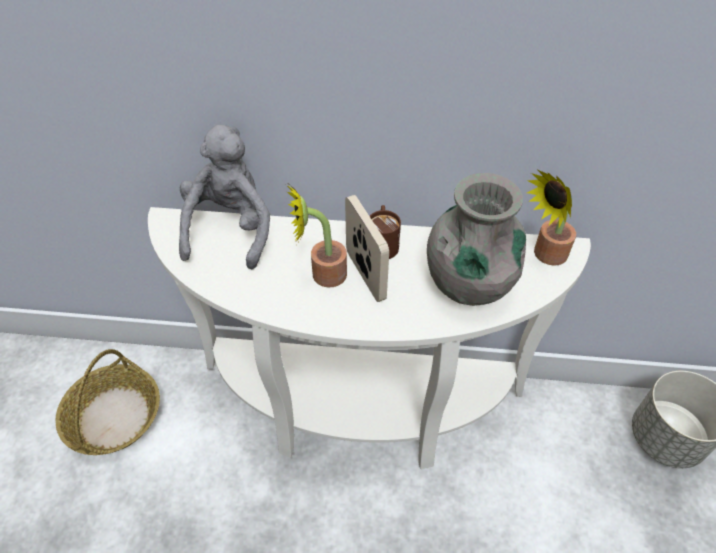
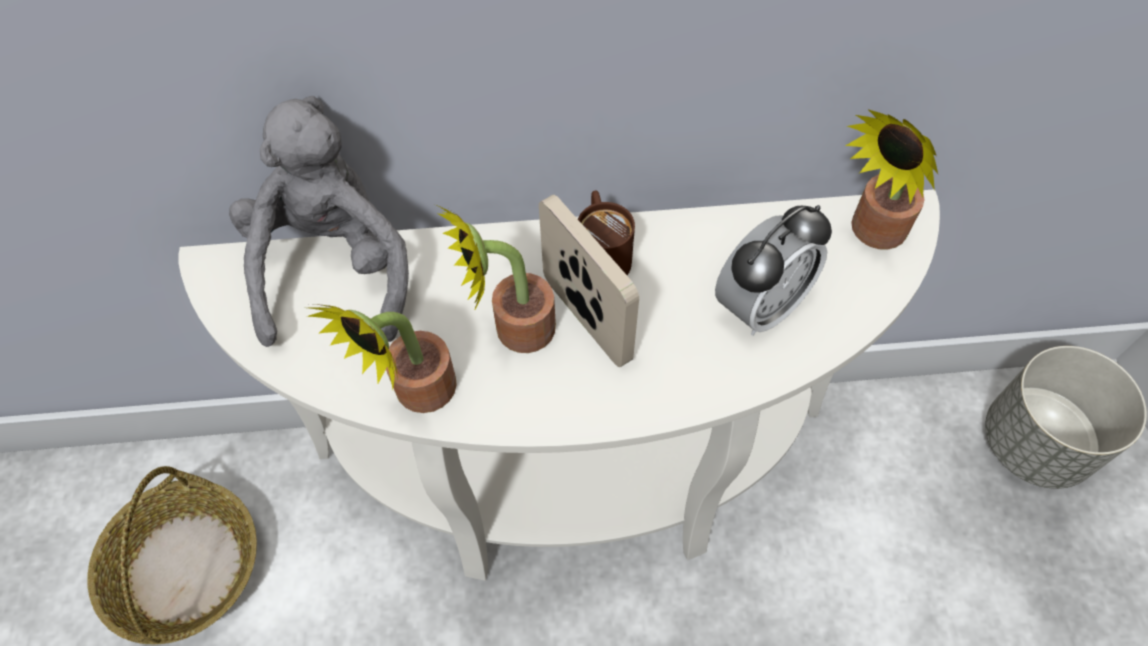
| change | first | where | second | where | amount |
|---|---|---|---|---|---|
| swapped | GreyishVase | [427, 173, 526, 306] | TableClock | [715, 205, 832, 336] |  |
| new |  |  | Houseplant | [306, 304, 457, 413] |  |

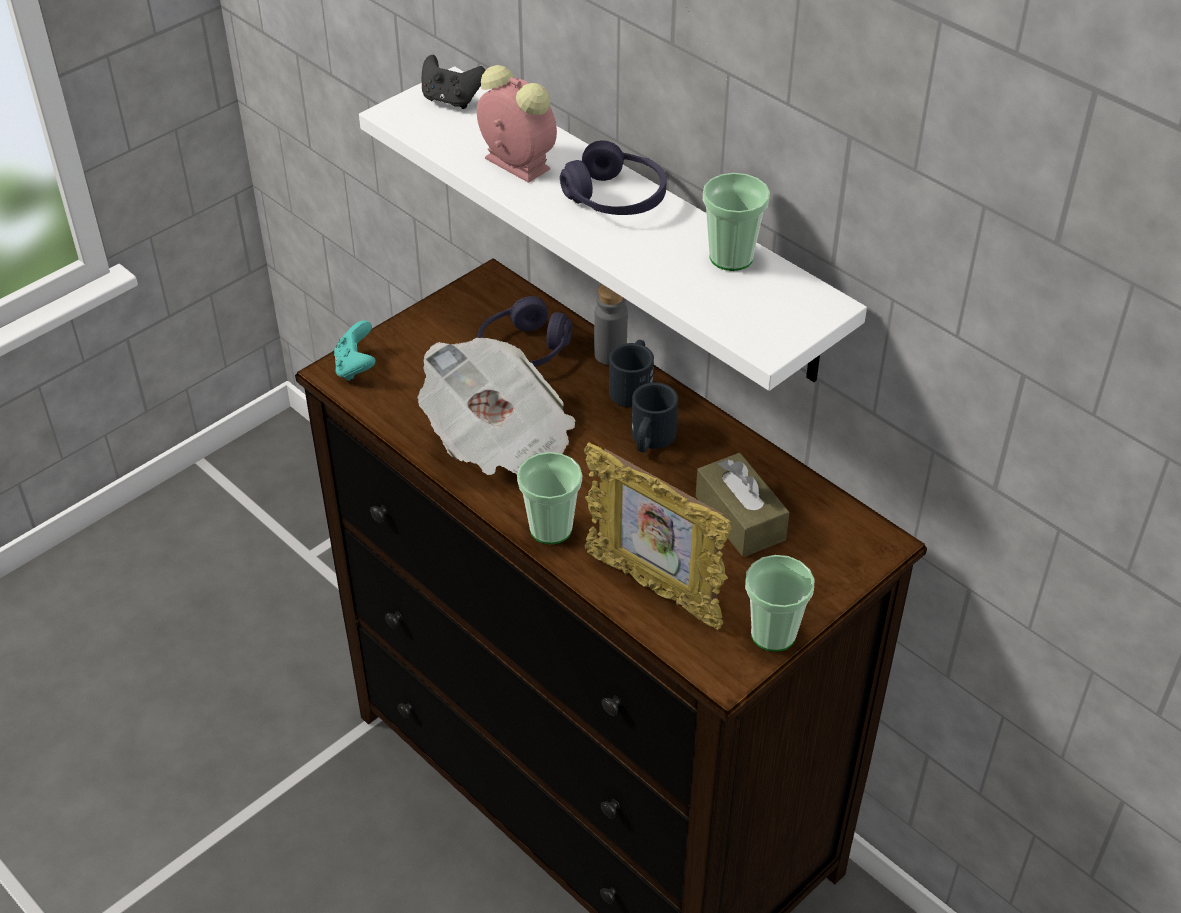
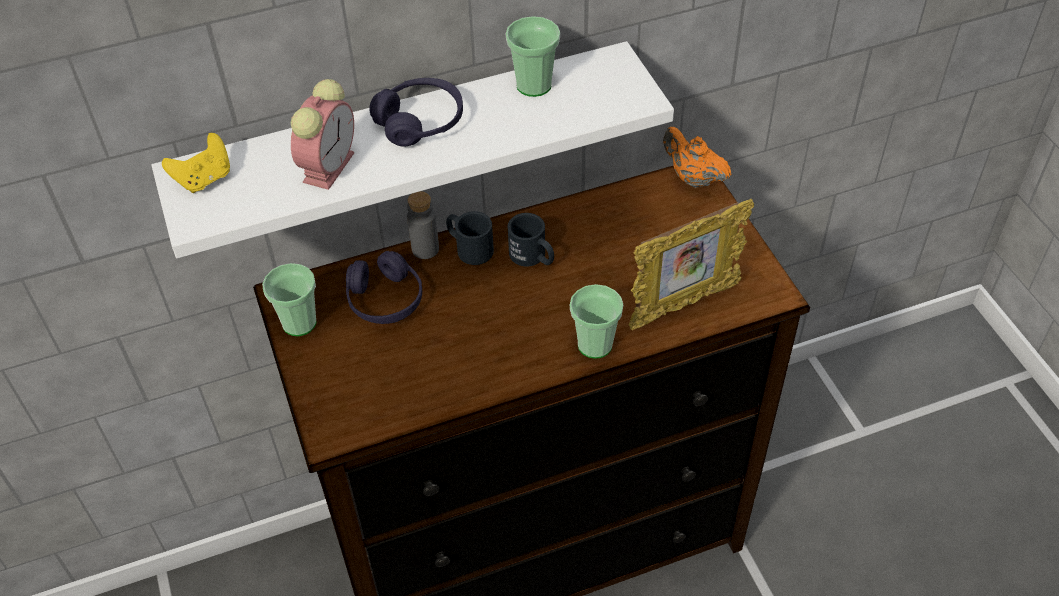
| change | first | where | second | where | amount |
|---|---|---|---|---|---|
| repainted | BlackColouredGameController | [422, 55, 486, 109] | YellowGameController | [162, 133, 230, 193] |  |
| rotated | TableClock | [477, 65, 557, 183] |  | [291, 79, 354, 190] | 135 degrees clockwise |
| gone | BlueGreenGameController | [334, 320, 376, 381] |  |  |  |
| gone | Newspaper | [417, 338, 576, 475] |  |  |  |
| gone | BrownColouredTissueBox | [696, 453, 789, 557] |  |  |  |
| shifted | Cup | [745, 555, 815, 652] |  | [262, 263, 317, 336] |  |
| new |  |  | OrangeTeaPot | [663, 127, 731, 188] |  |

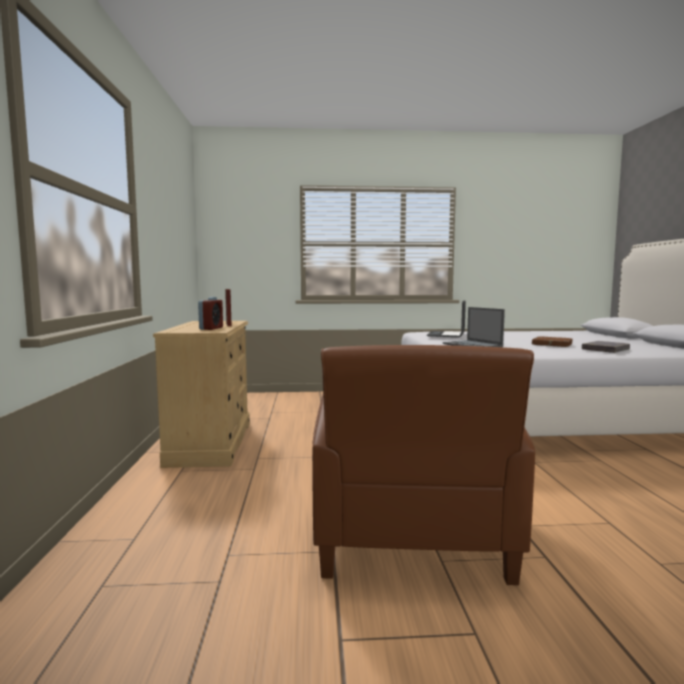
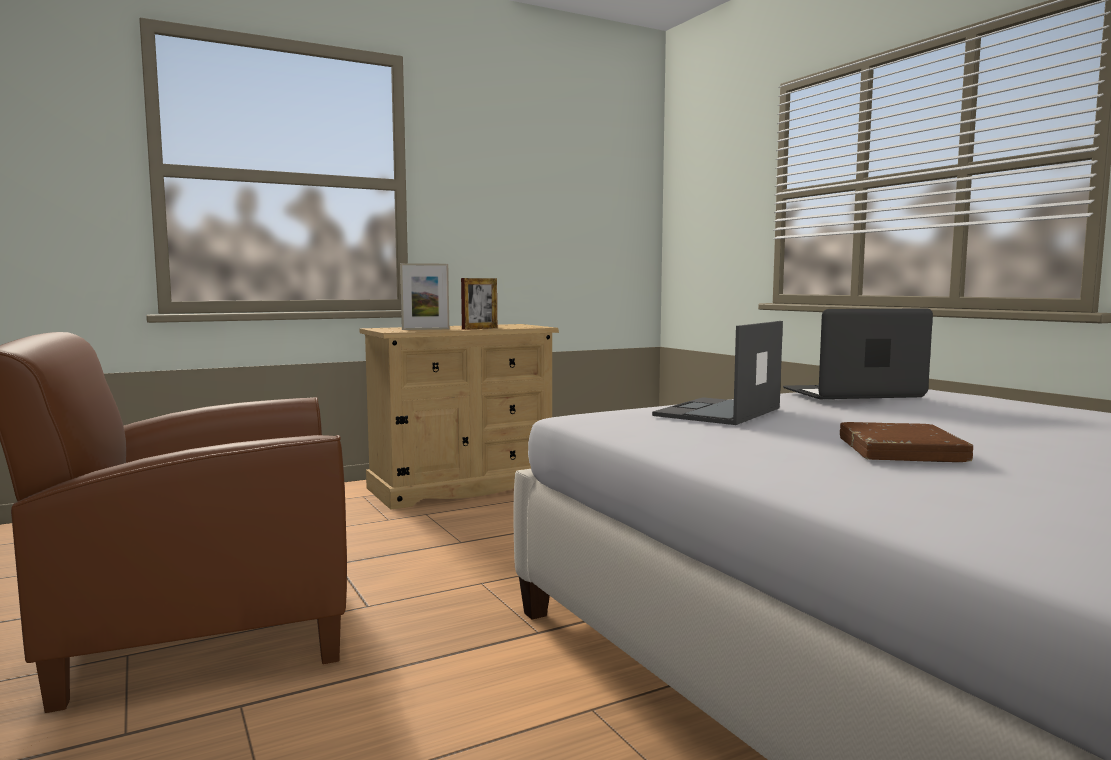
| change | first | where | second | where | amount |
|---|---|---|---|---|---|
| swapped | TableClock | [198, 297, 223, 330] | StandingFrame | [400, 263, 449, 330] |  |
| gone | GreyishBook | [582, 341, 630, 353] |  |  |  |

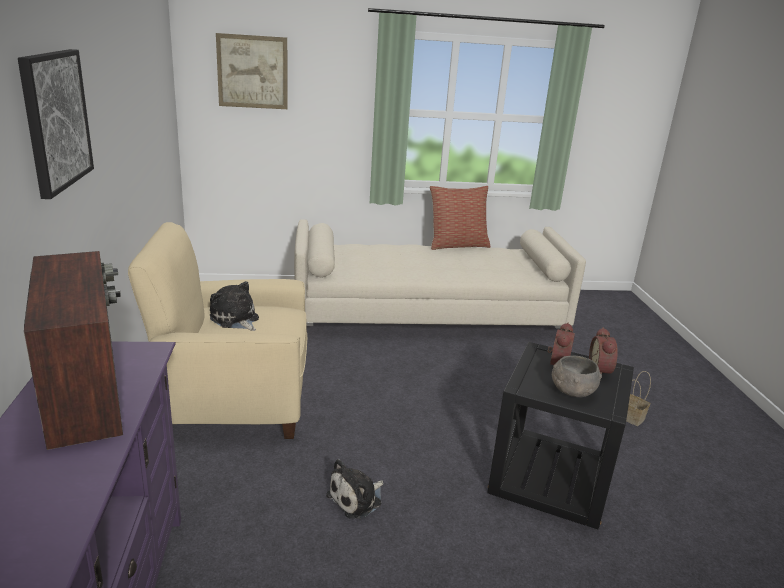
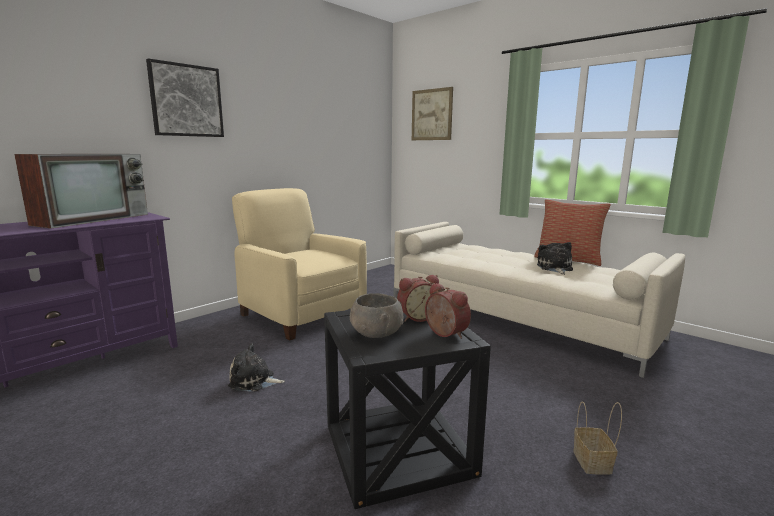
| change | first | where | second | where | amount |
|---|---|---|---|---|---|
| shifted | CuddlyToy | [210, 281, 259, 331] |  | [537, 242, 573, 275] |  |
| rotated | TableClock | [589, 327, 618, 374] |  | [425, 283, 471, 339] | 90 degrees clockwise |

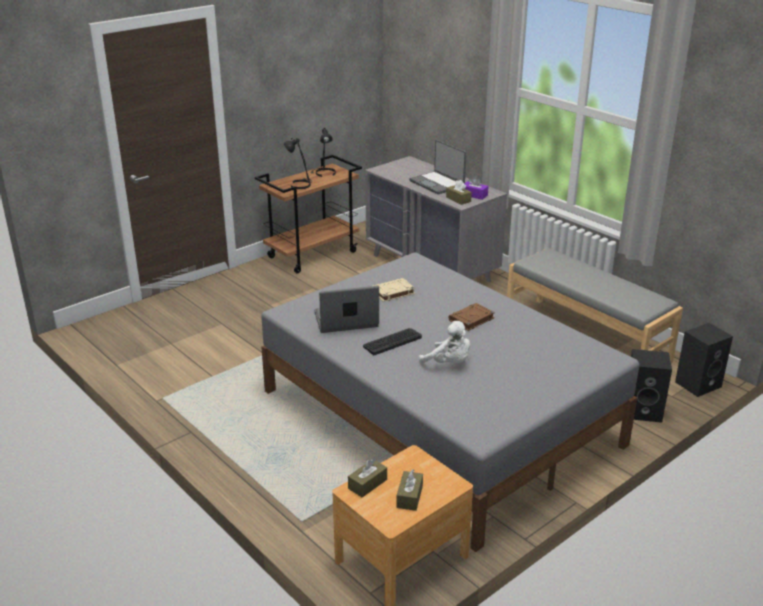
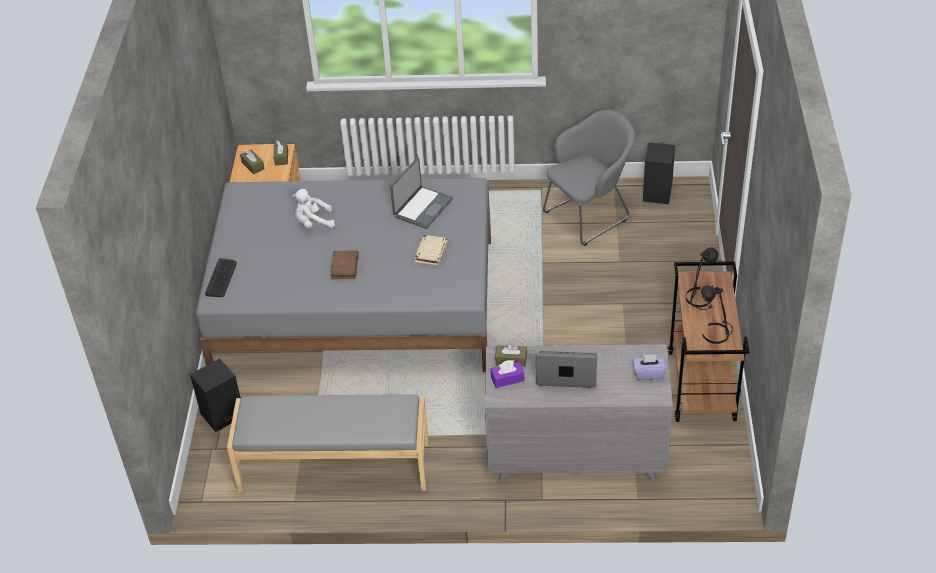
| change | first | where | second | where | amount |
|---|---|---|---|---|---|
| shifted | BlackColouredSpeaker | [675, 323, 733, 397] |  | [643, 142, 675, 204] |  |
| shifted | PcKeyboard | [363, 328, 422, 355] |  | [205, 258, 237, 297] |  |
| new |  |  | GreyishArmchair | [543, 109, 635, 246] |  |
| new |  |  | PurpleColouredTissueBox | [633, 355, 667, 380] |  |

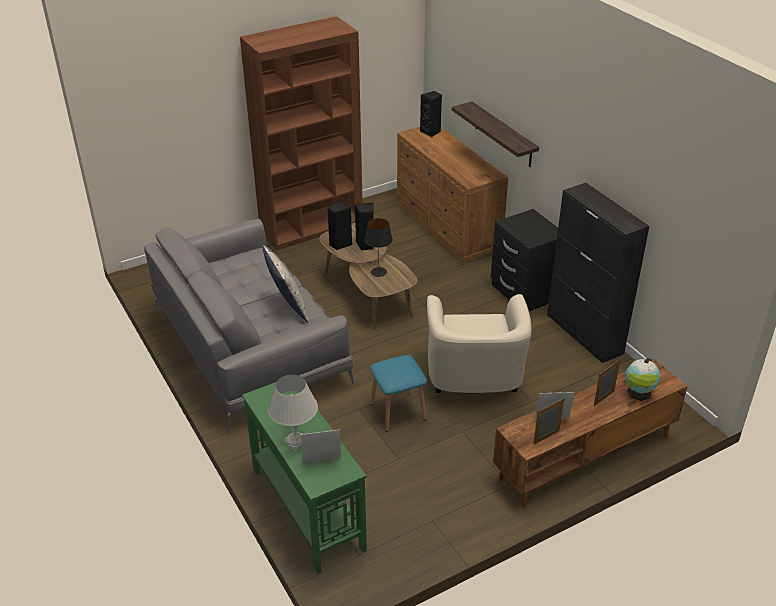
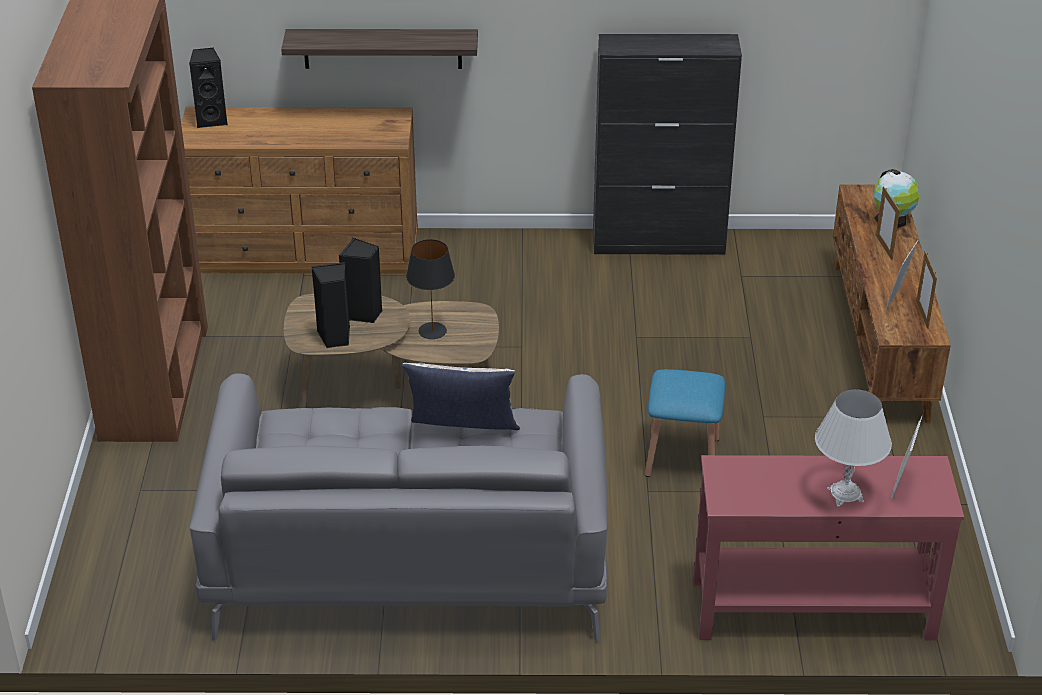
| change | first | where | second | where | amount |
|---|---|---|---|---|---|
| gone | BlackColouredNightstand | [491, 209, 558, 311] |  |  |  |
| gone | SandColouredArmchair | [427, 294, 532, 393] |  |  |  |
| repainted | GreenishConsoleTable | [242, 382, 367, 574] | RedConsoleTable | [694, 455, 964, 641] |  |

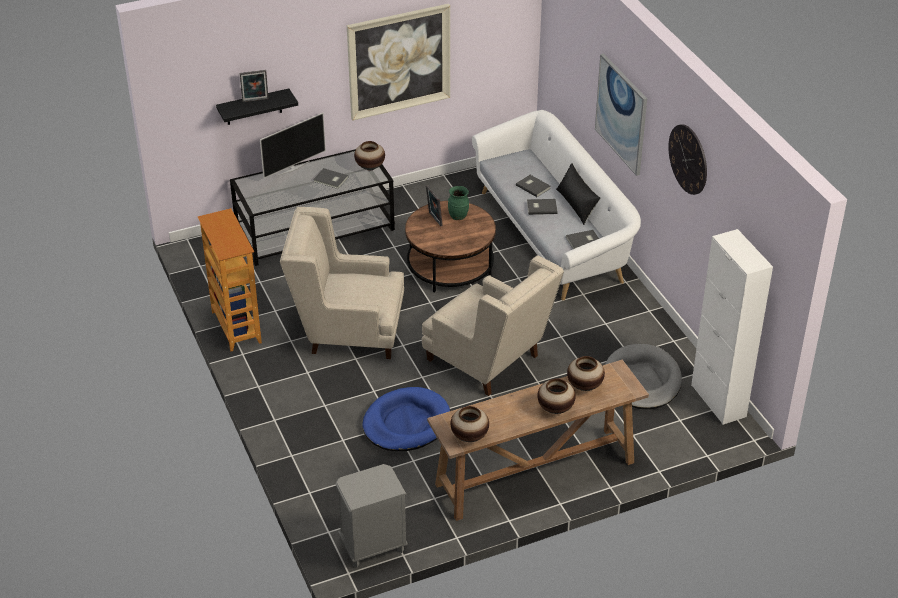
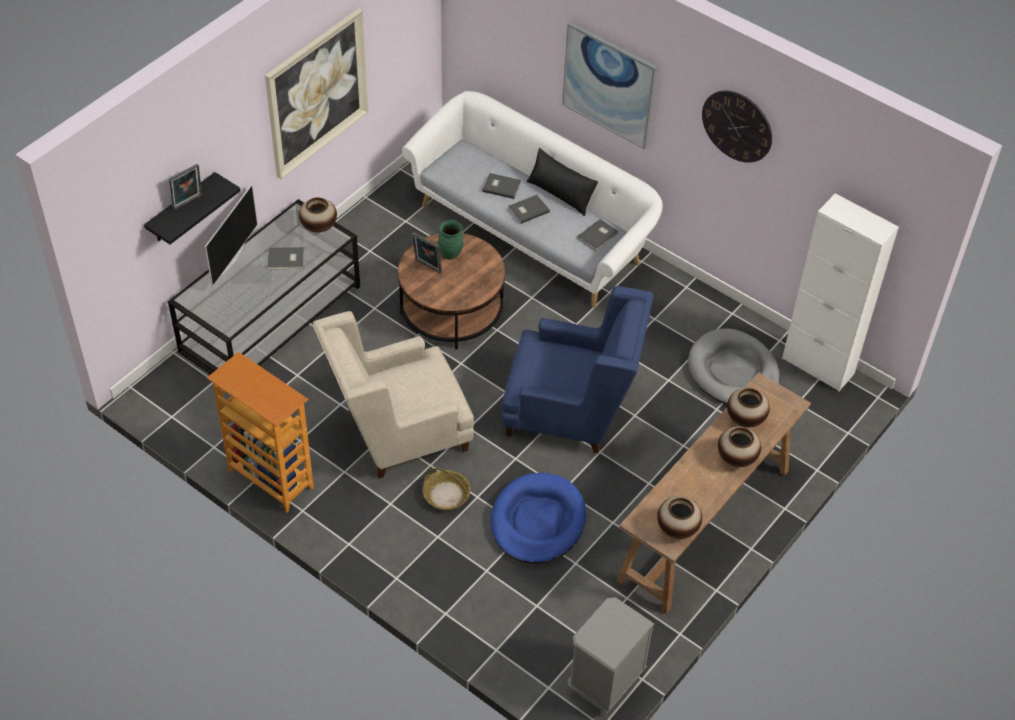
| change | first | where | second | where | amount |
|---|---|---|---|---|---|
| repainted | SandColouredArmchair | [422, 256, 564, 396] | BluishArmchair | [501, 286, 654, 453] |  |
| new |  |  | HouseholdBasket | [423, 468, 470, 510] |  |

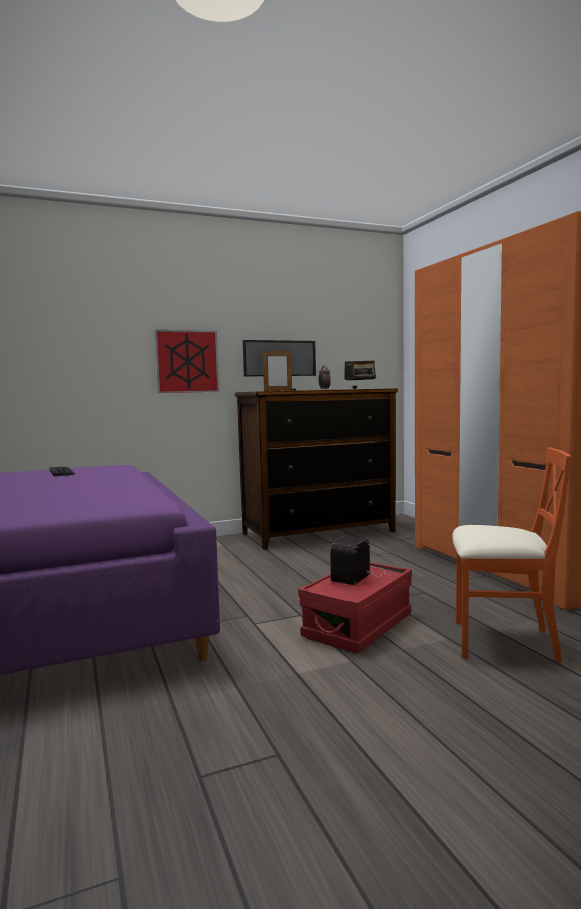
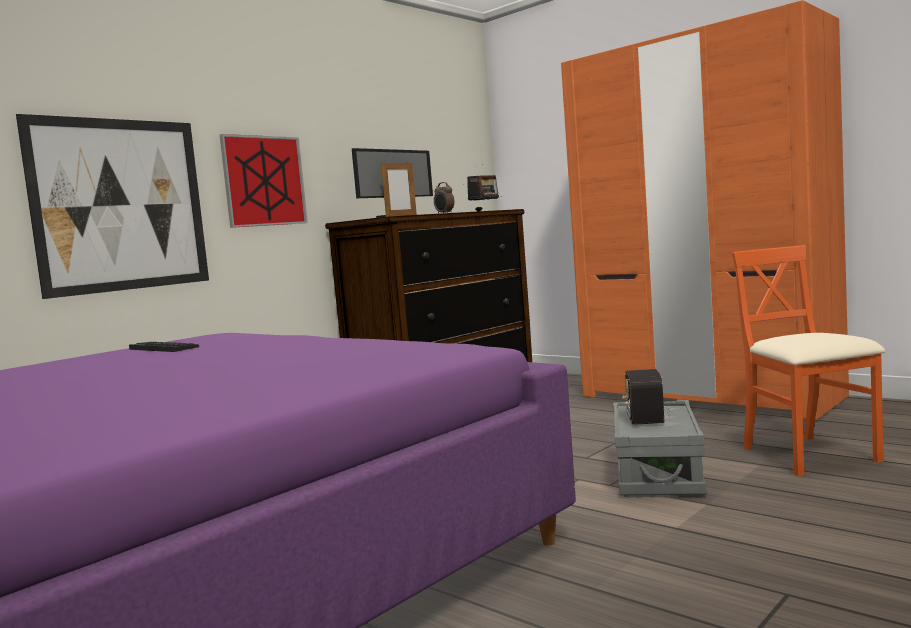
| change | first | where | second | where | amount |
|---|---|---|---|---|---|
| rotated | OrangeUprightChair | [452, 447, 572, 663] |  | [732, 245, 885, 476] | 90 degrees counterclockwise |
| repainted | RedStorageBin | [298, 563, 412, 653] | GreyishStorageBin | [613, 400, 706, 497] |  |
| new |  |  | Picture | [16, 114, 209, 299] |  |

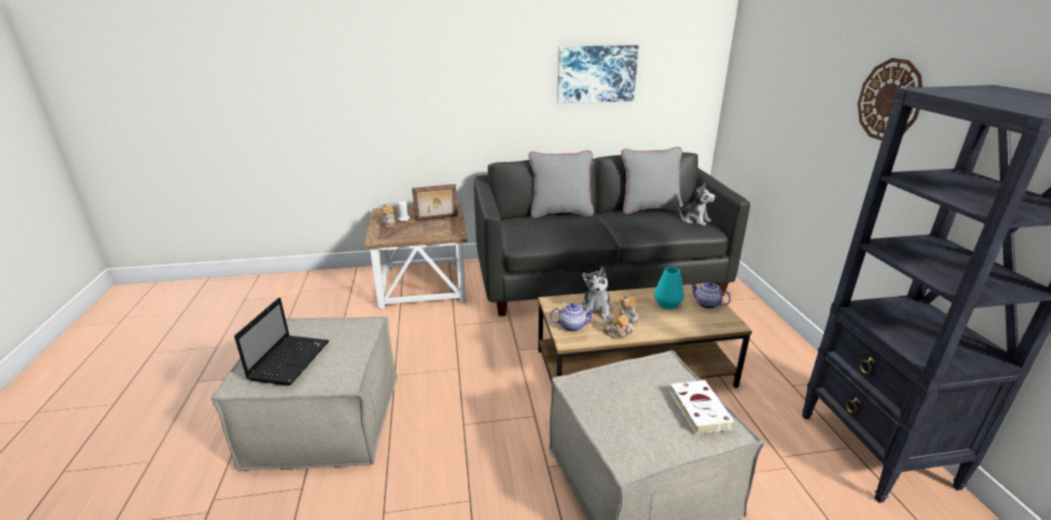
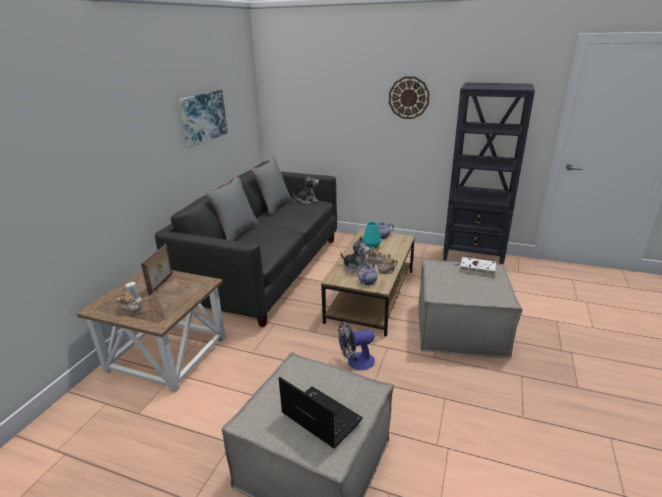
| change | first | where | second | where | amount |
|---|---|---|---|---|---|
| new |  |  | Fan | [338, 322, 375, 370] |  |

